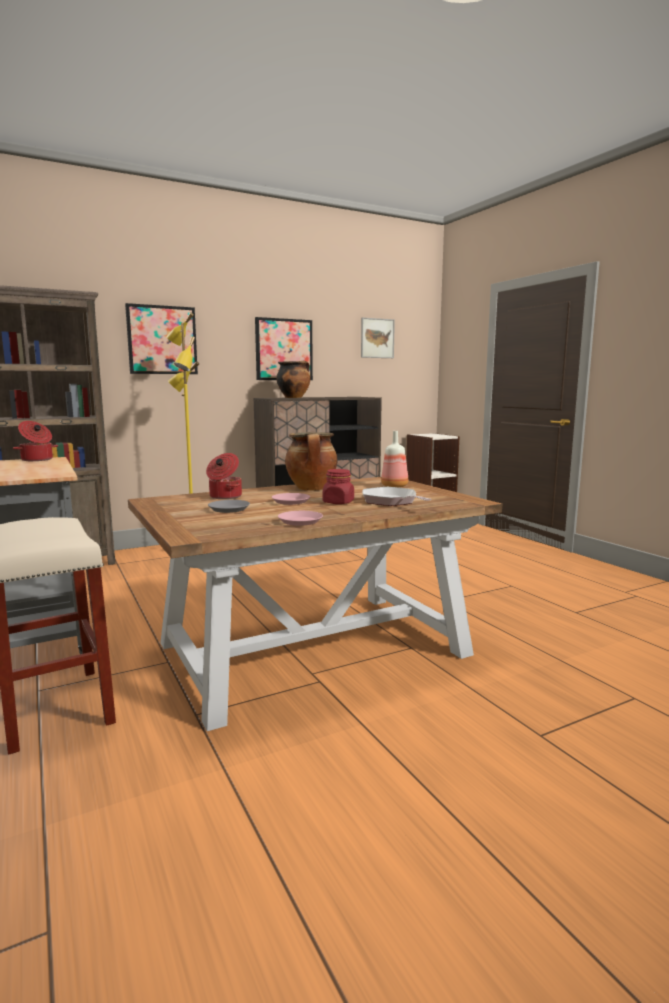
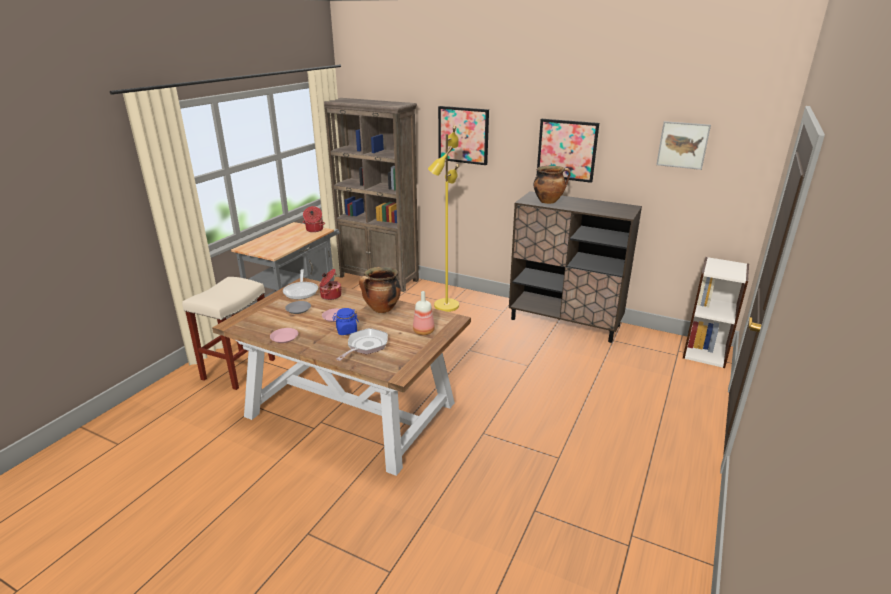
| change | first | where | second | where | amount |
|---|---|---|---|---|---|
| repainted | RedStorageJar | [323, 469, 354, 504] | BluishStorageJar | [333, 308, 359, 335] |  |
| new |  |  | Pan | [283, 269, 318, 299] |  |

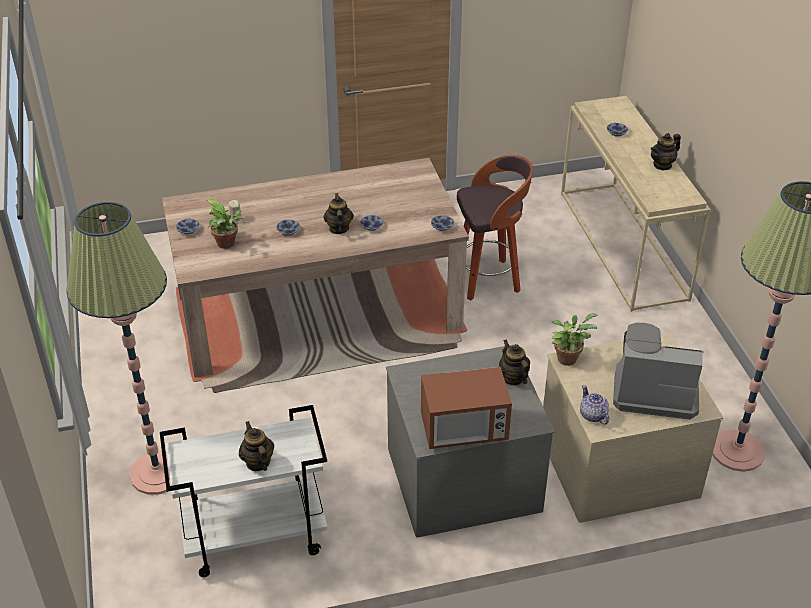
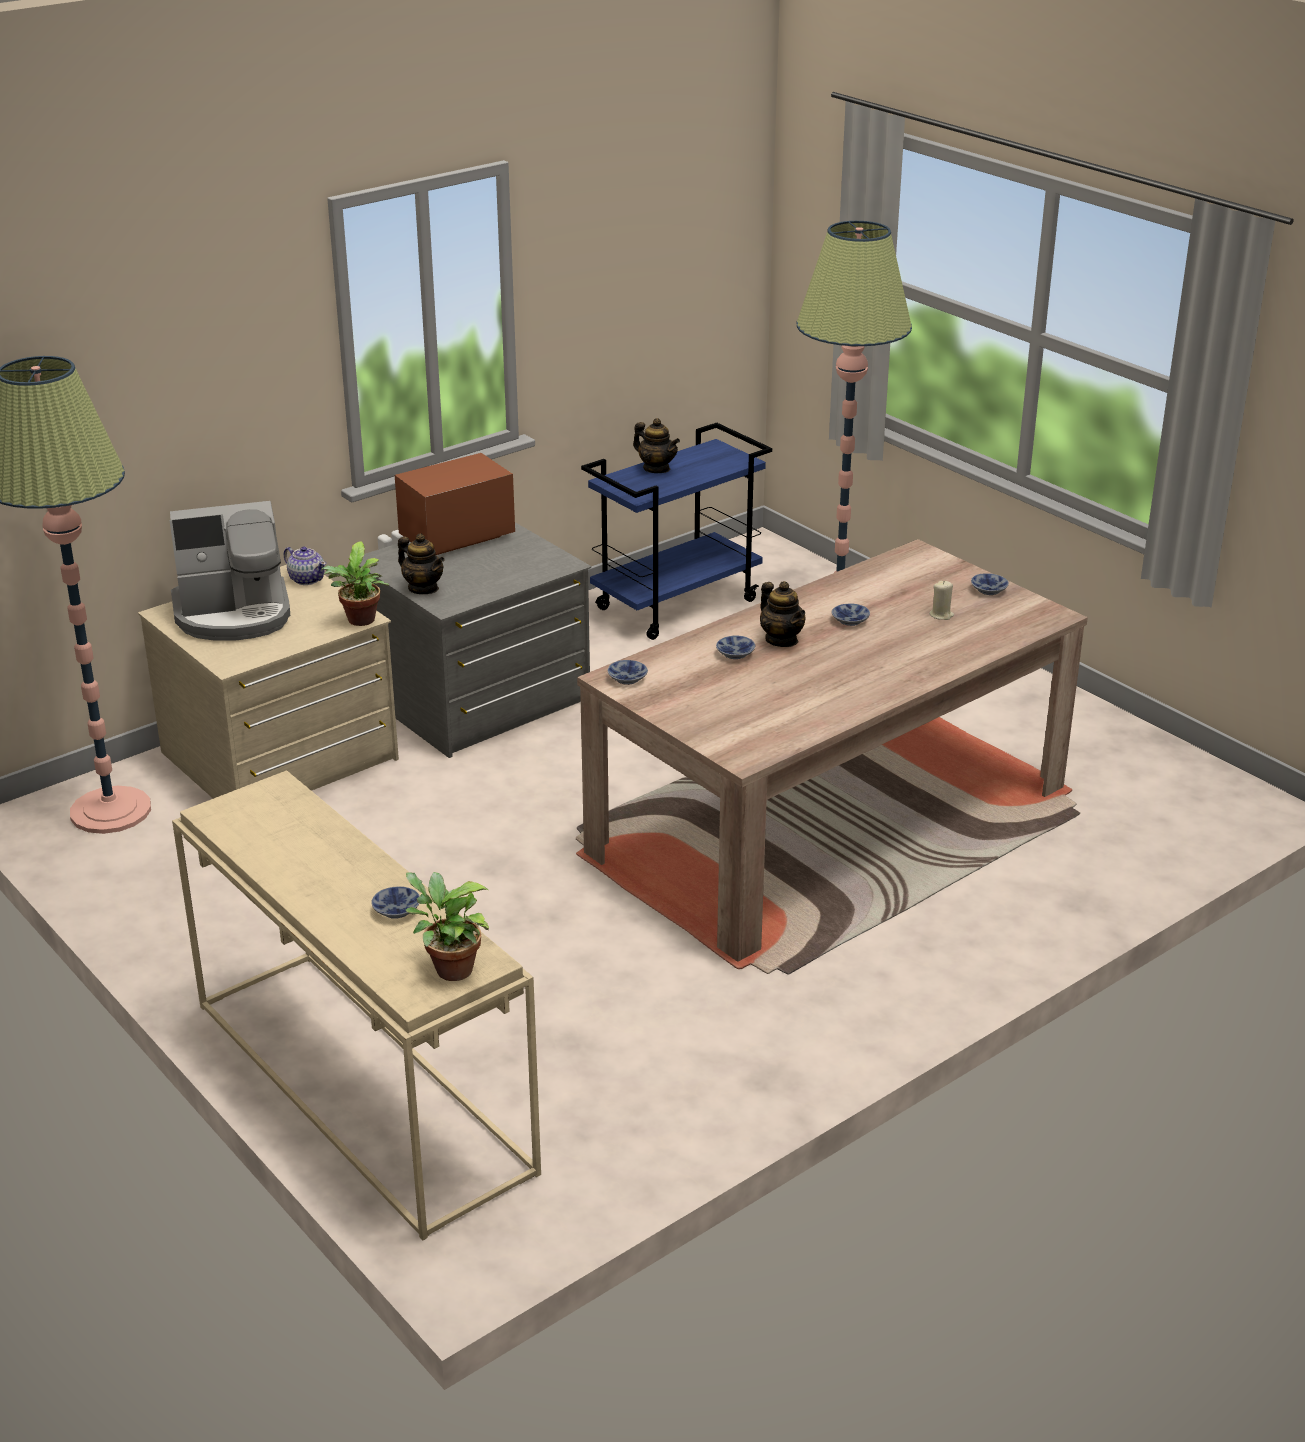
| change | first | where | second | where | amount |
|---|---|---|---|---|---|
| gone | TeaPot | [651, 133, 681, 171] |  |  |  |
| gone | Stool | [457, 155, 533, 301] |  |  |  |
| shifted | Houseplant | [207, 199, 243, 249] |  | [406, 872, 489, 981] |  |
| repainted | WhiteCart | [160, 405, 327, 577] | BluishCart | [581, 423, 772, 640] |  |

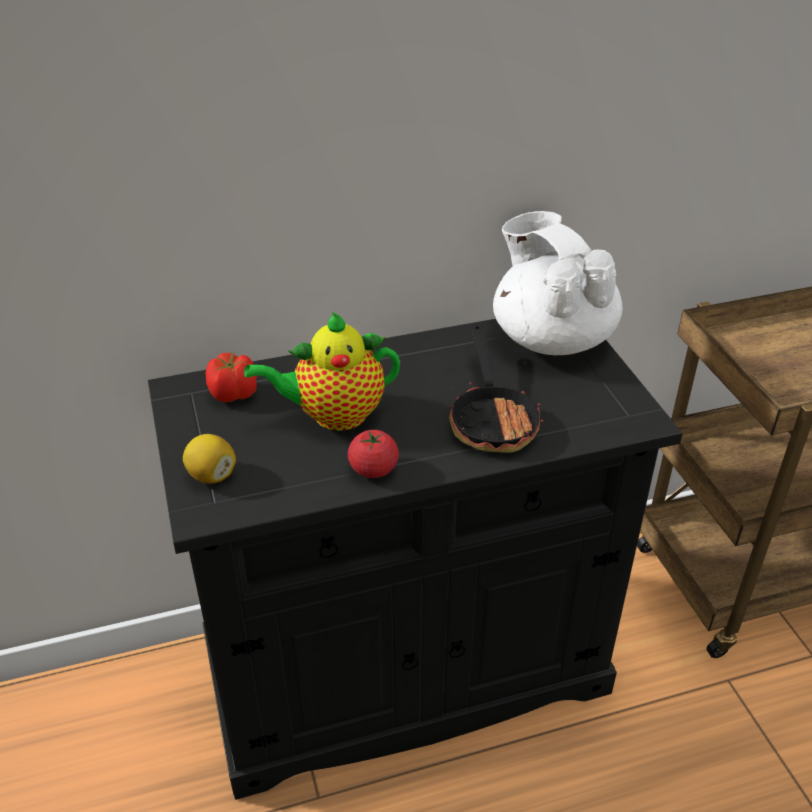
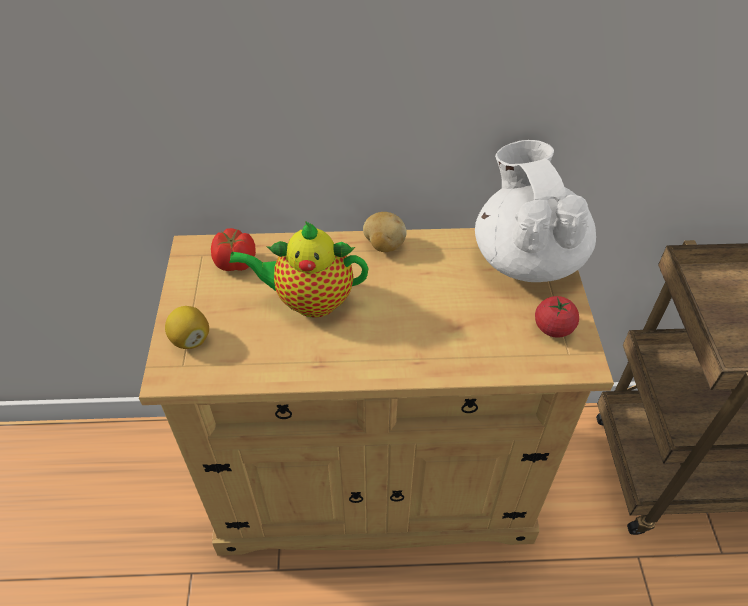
| change | first | where | second | where | amount |
|---|---|---|---|---|---|
| repainted | BlackColouredCabinet | [148, 319, 683, 800] | SandColouredCabinet | [139, 228, 614, 555] |  |
| gone | Pan | [449, 325, 543, 453] |  |  |  |
| shifted | FreshTomato | [348, 430, 399, 478] |  | [535, 296, 579, 338] |  |
| new |  |  | Potato | [363, 212, 407, 252] |  |

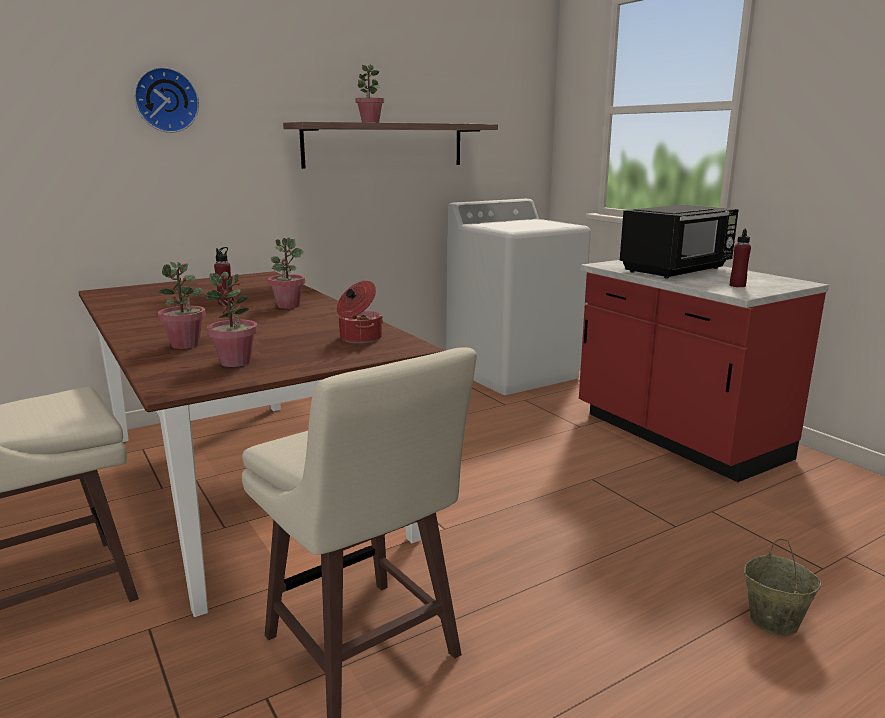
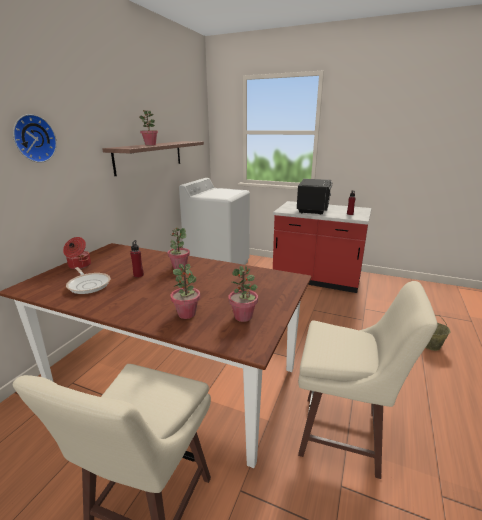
| change | first | where | second | where | amount |
|---|---|---|---|---|---|
| shifted | Stockpot | [337, 281, 383, 344] |  | [63, 237, 91, 269] |  |
| new |  |  | Pan | [66, 267, 110, 294] |  |

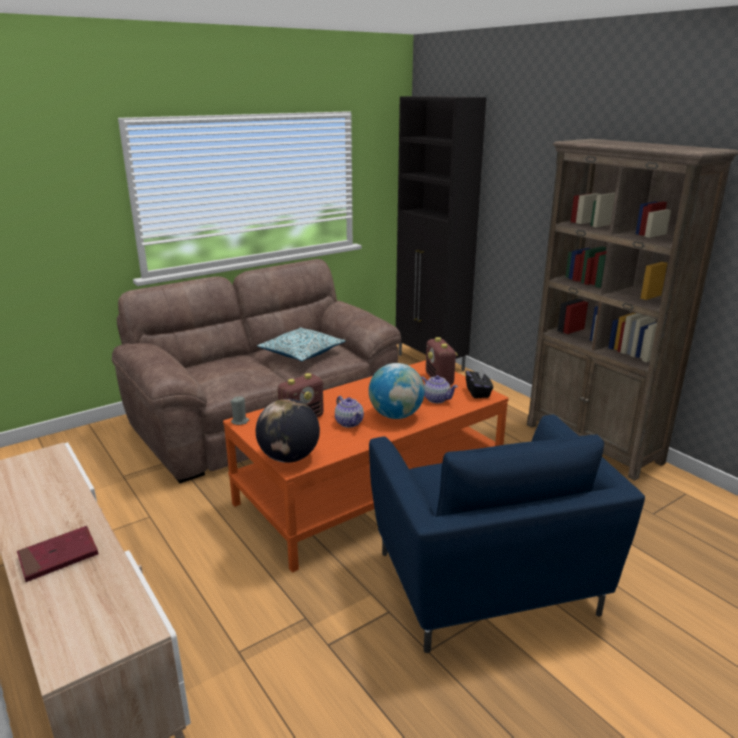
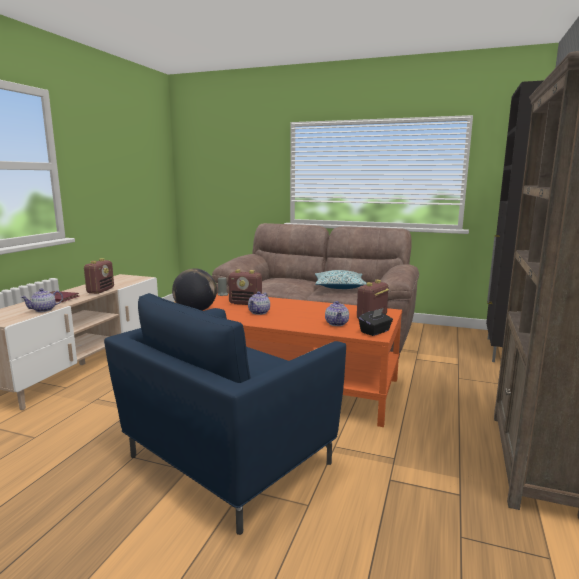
| change | first | where | second | where | amount |
|---|---|---|---|---|---|
| gone | Globe | [369, 363, 425, 419] |  |  |  |
| new |  |  | RadioSet | [84, 258, 114, 294] |  |
| new |  |  | TeaPot | [21, 288, 63, 312] |  |

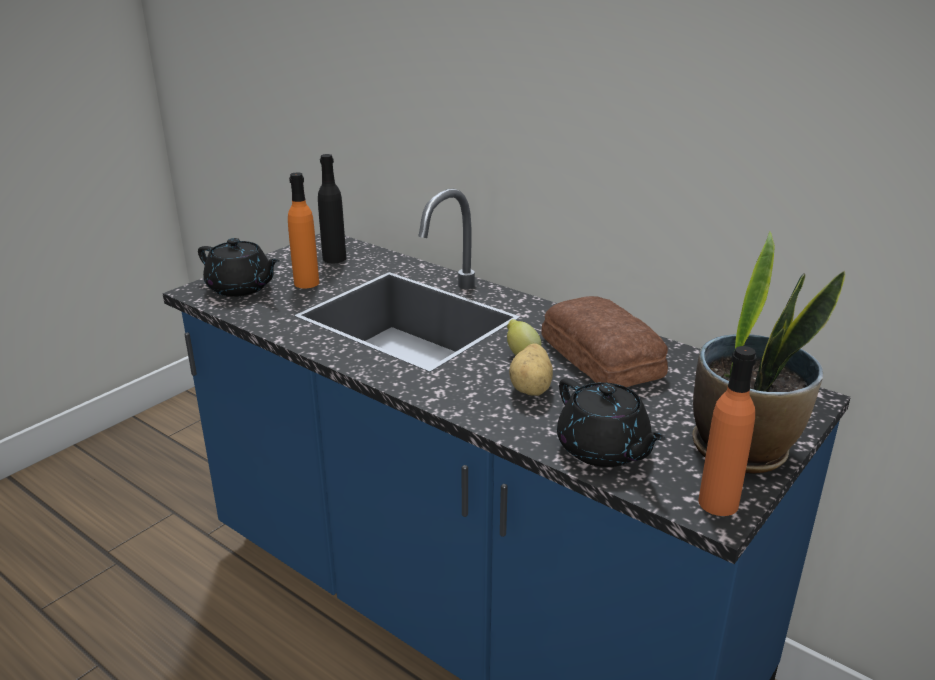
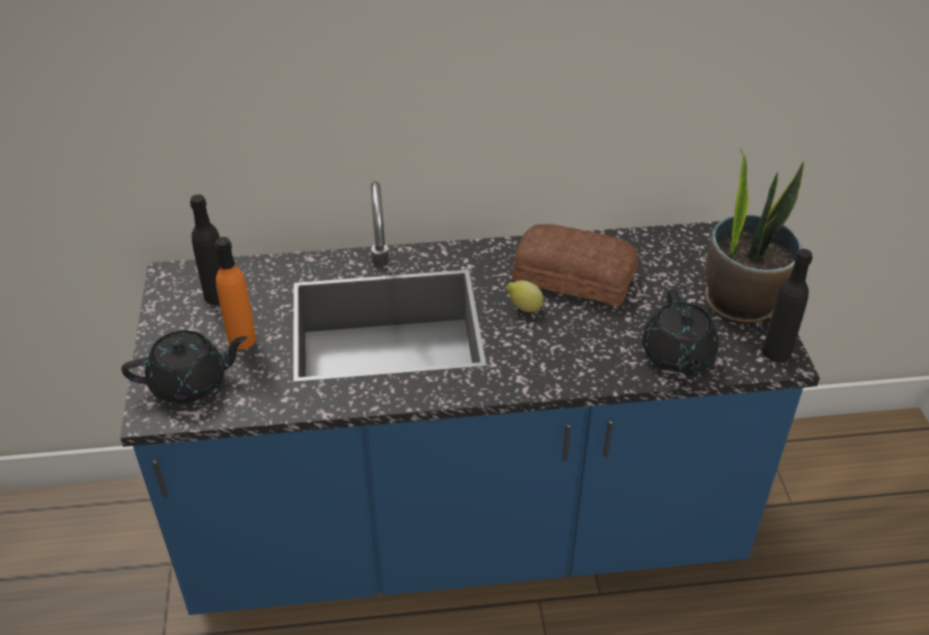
| change | first | where | second | where | amount |
|---|---|---|---|---|---|
| gone | Potato | [509, 343, 553, 396] |  |  |  |
| repainted | OrangeBottle | [698, 346, 757, 516] | BlackColouredBottle | [762, 249, 813, 362] |  |
| rotated | BlackColouredTeaPot | [557, 378, 666, 467] |  | [642, 290, 719, 375] | 75 degrees clockwise |

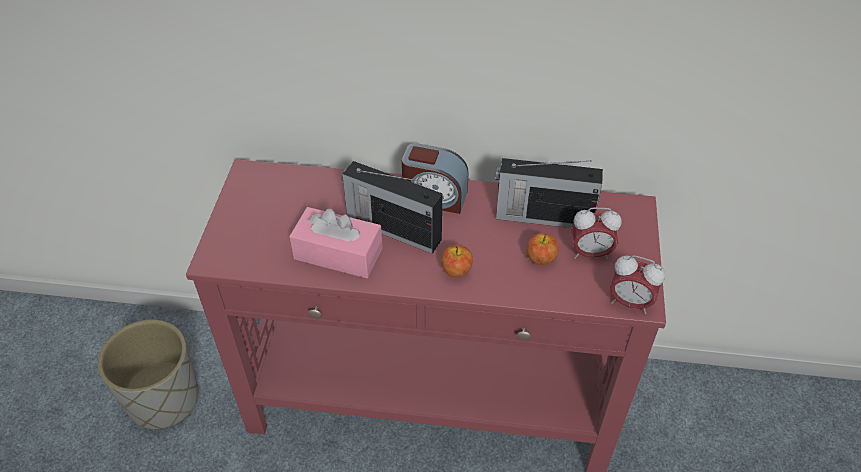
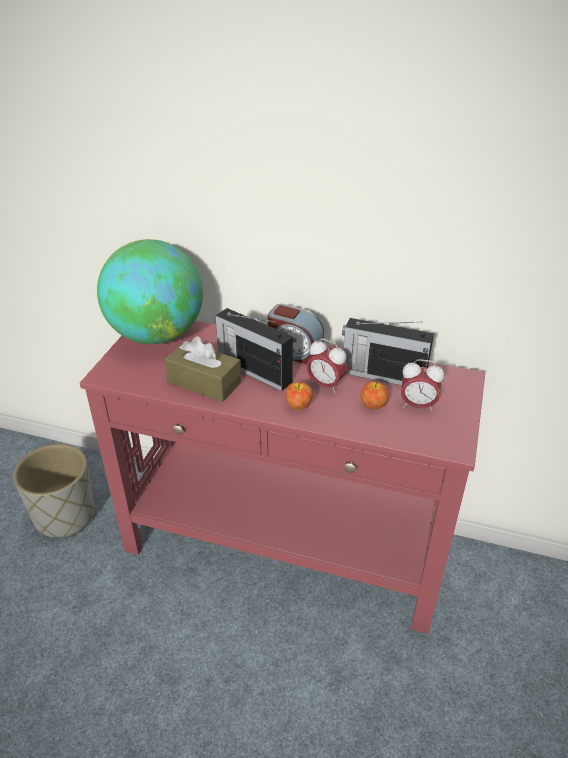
| change | first | where | second | where | amount |
|---|---|---|---|---|---|
| repainted | PinkColouredTissueBox | [289, 207, 383, 278] | BrownColouredTissueBox | [164, 336, 242, 402] |  |
| shifted | TableClock | [610, 255, 665, 314] |  | [307, 338, 348, 394] |  |
| new |  |  | Globe | [97, 239, 203, 344] |  |

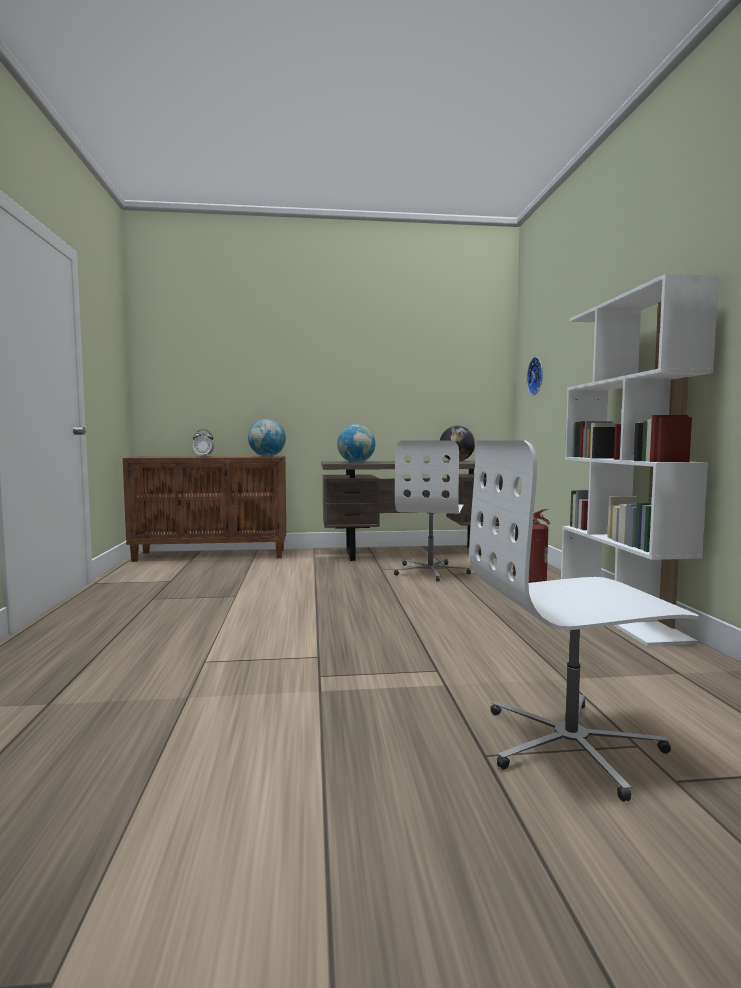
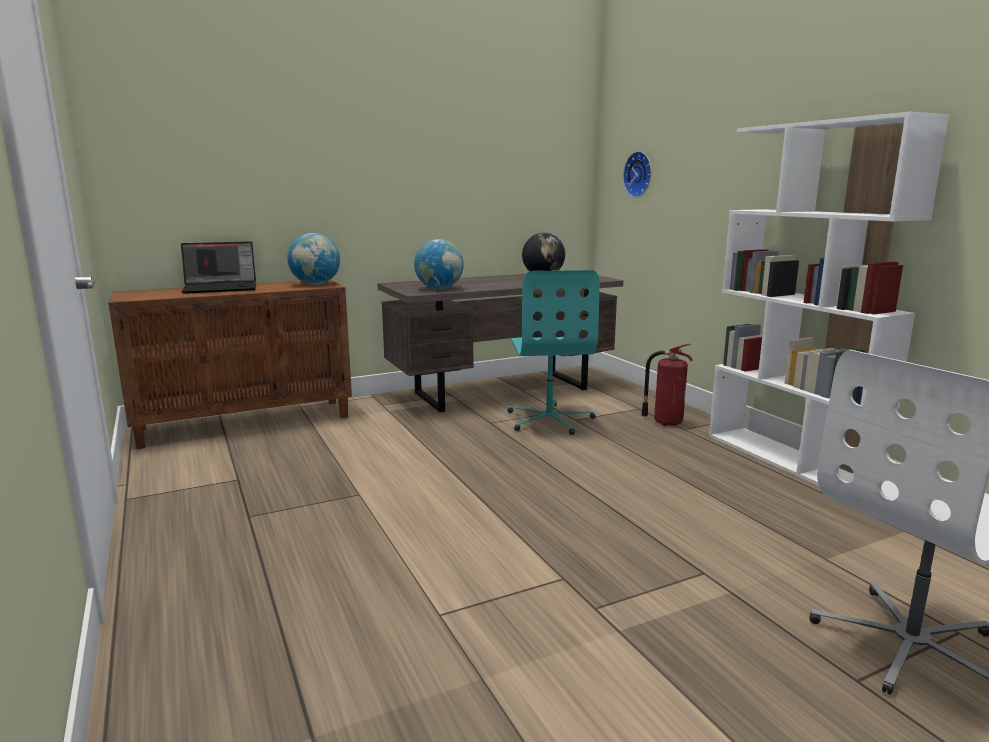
| change | first | where | second | where | amount |
|---|---|---|---|---|---|
| swapped | TableClock | [193, 429, 214, 457] | Laptop | [181, 241, 256, 294] |  |
| repainted | WhiteComputerChair | [394, 441, 471, 582] | BlueGreenComputerChair | [507, 270, 600, 435] |  |

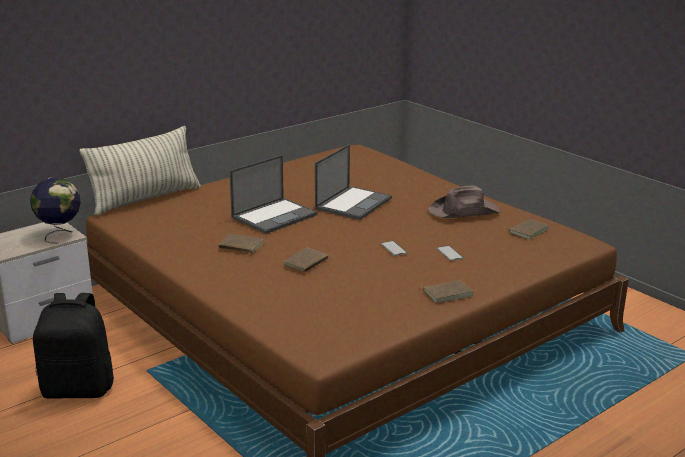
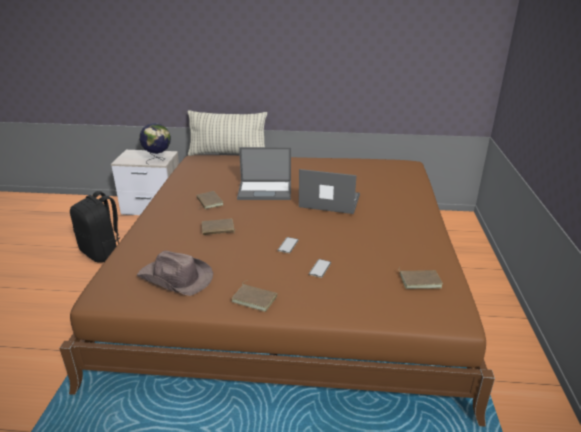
| change | first | where | second | where | amount |
|---|---|---|---|---|---|
| rotated | Laptop | [315, 144, 392, 220] |  | [299, 169, 360, 214] | 150 degrees counterclockwise |
| shifted | BrownColouredHat | [428, 185, 500, 218] |  | [137, 251, 213, 296] |  |

